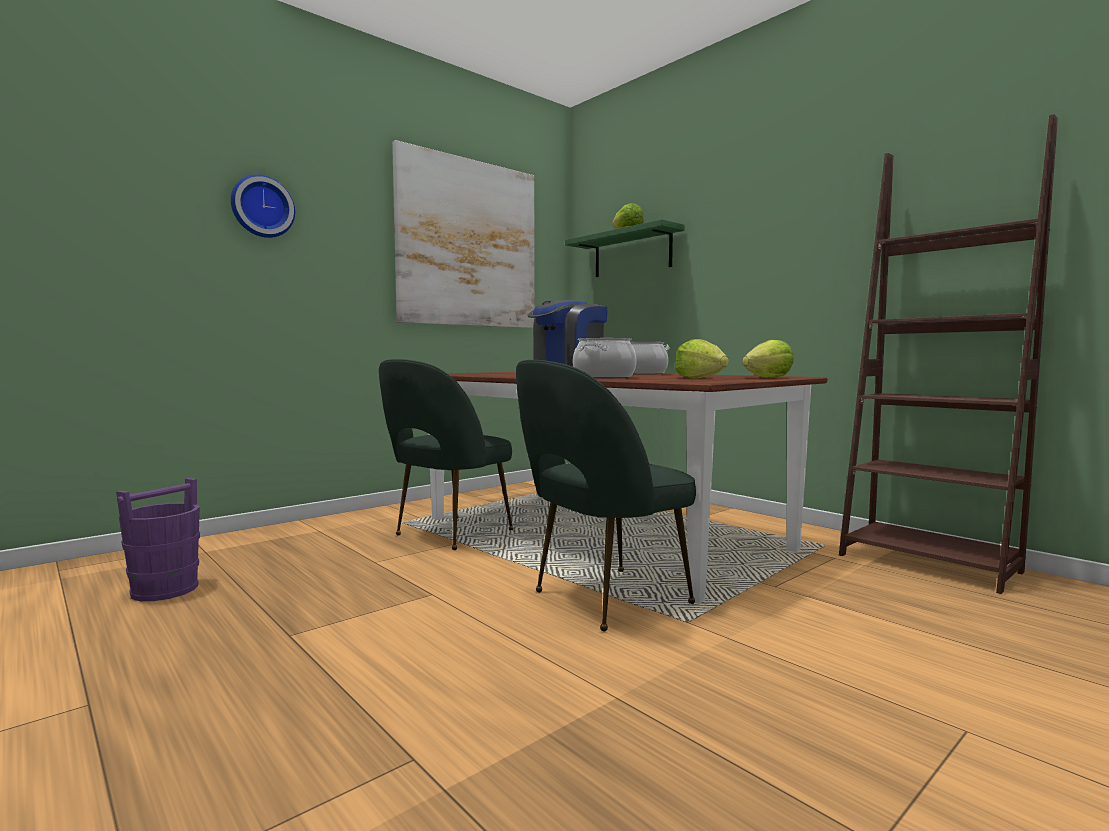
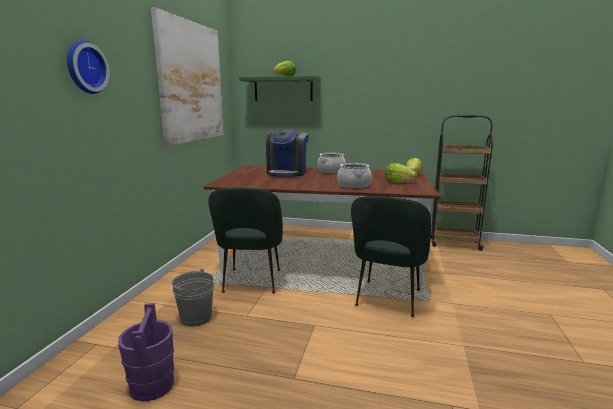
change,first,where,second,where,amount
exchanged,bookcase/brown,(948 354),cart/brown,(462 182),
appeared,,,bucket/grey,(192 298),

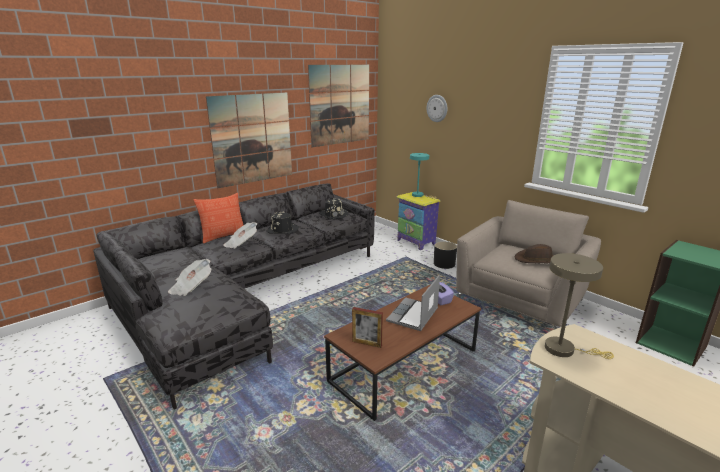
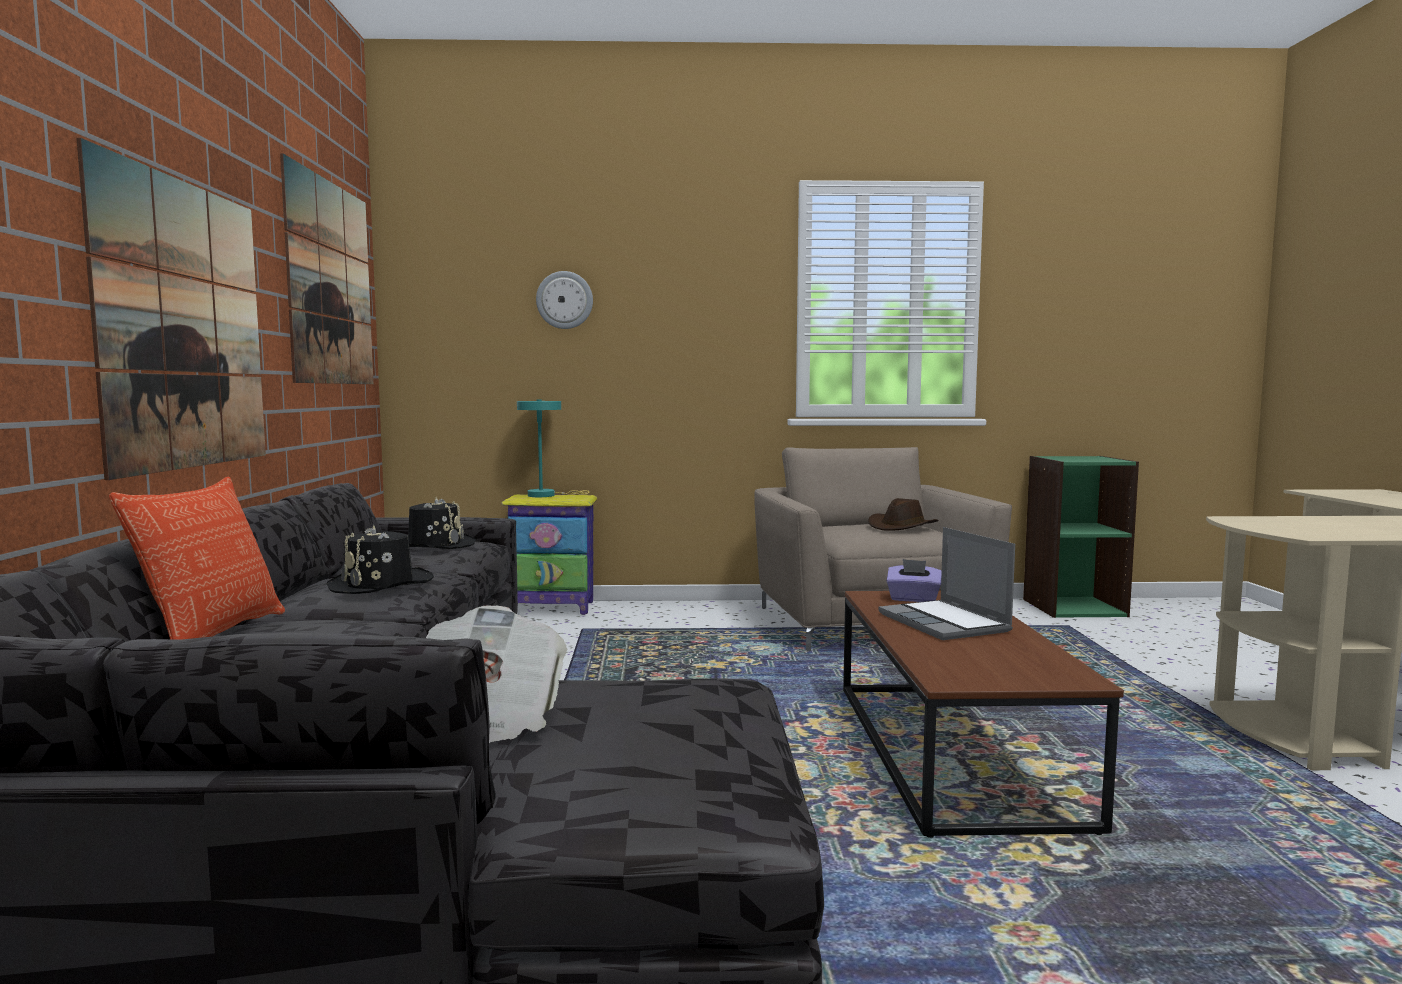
change,first,where,second,where,amount
missing,newspaper,(240 235),,,
missing,planter/black,(445 255),,,
missing,table lamp/beige,(579 306),,,
missing,picture frame,(367 327),,,

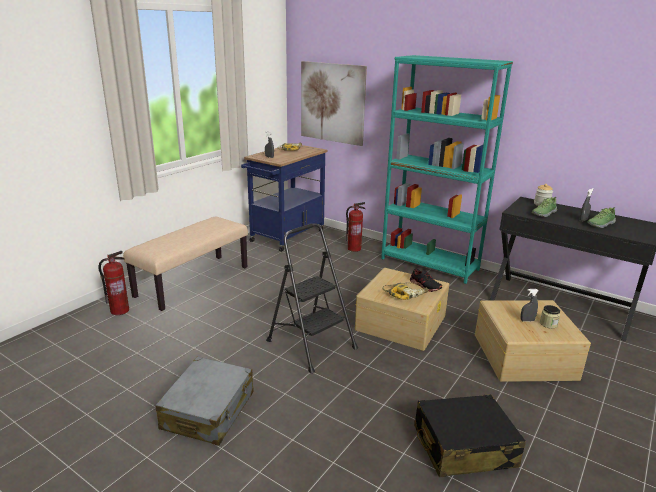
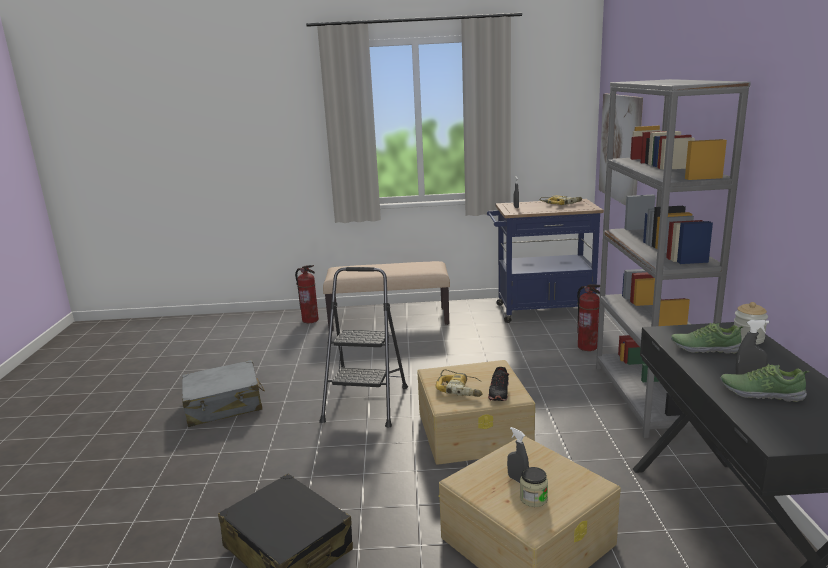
change,first,where,second,where,amount
colour,bookcase/turquoise,(447 169),bookcase/grey,(673 258),

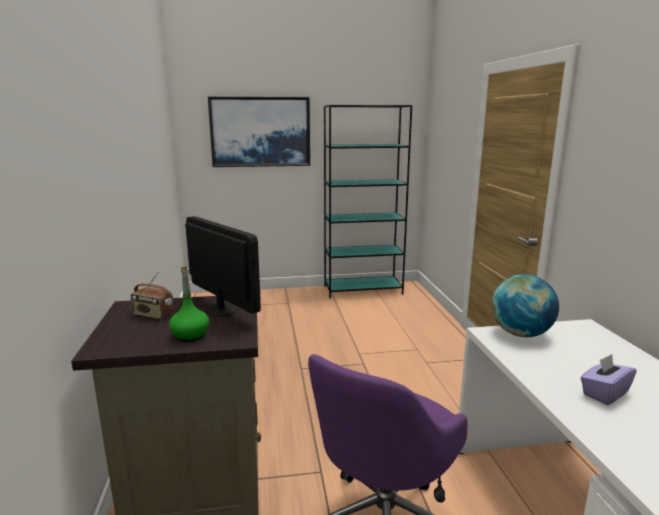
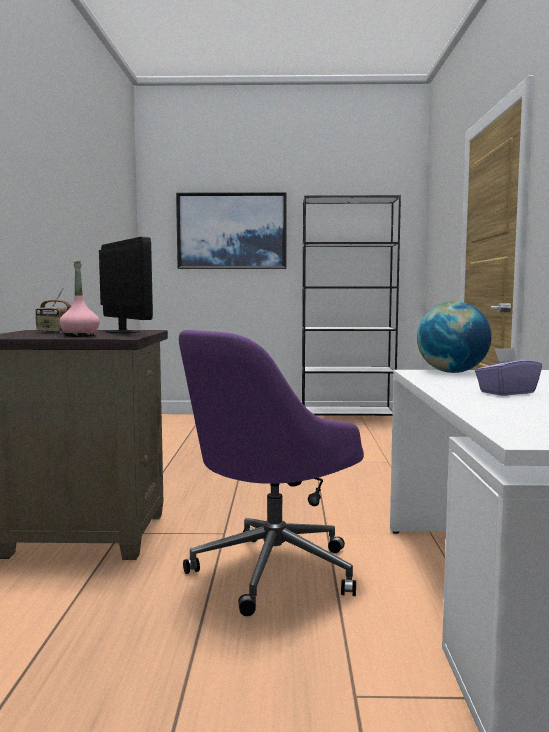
change,first,where,second,where,amount
colour,bookcase/turquoise,(368 201),bookcase/white,(351 305),
colour,bottle/green,(189 303),bottle/pink,(79 299),

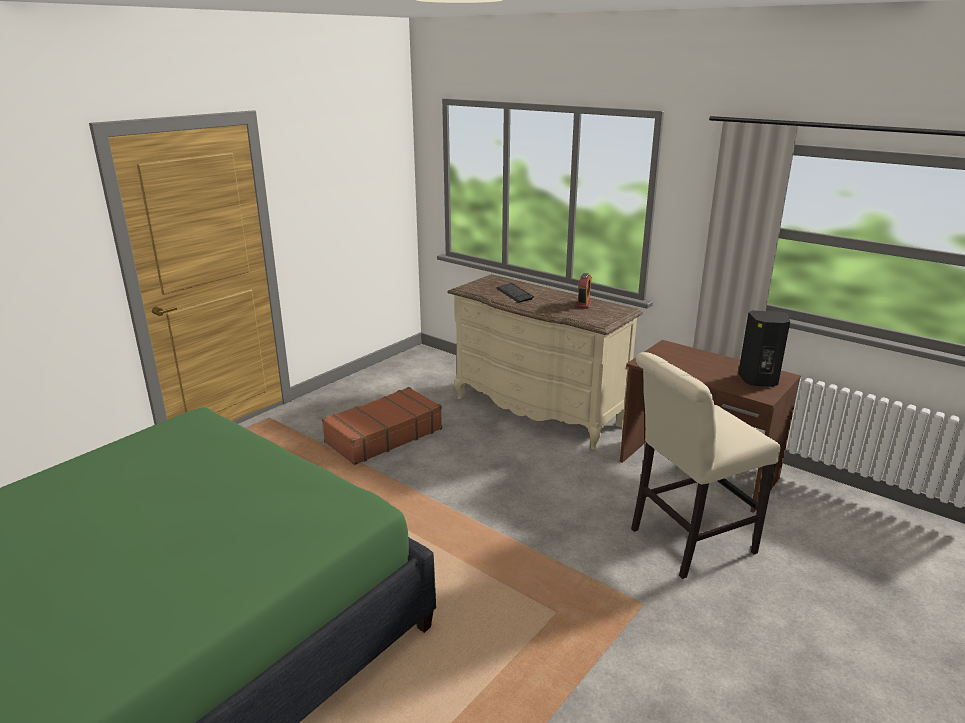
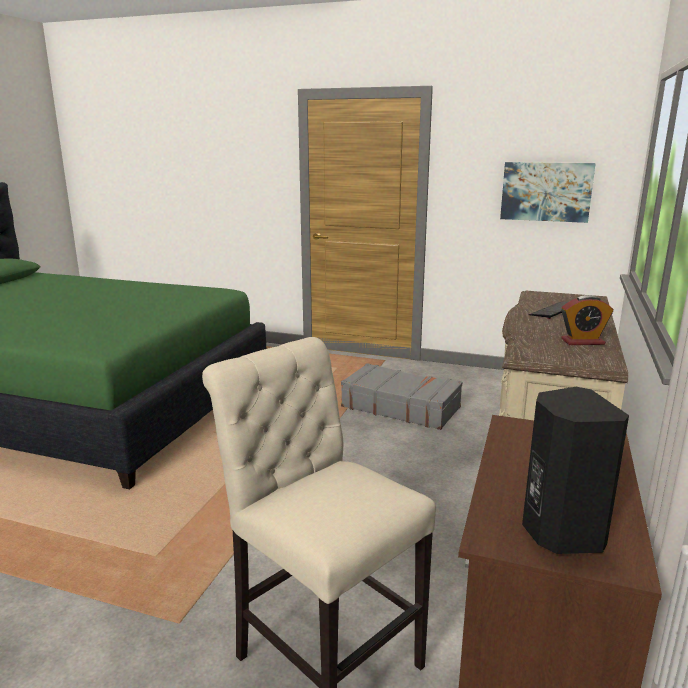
change,first,where,second,where,amount
colour,suitcase/brown,(382 426),suitcase/grey,(401 396),
appeared,,,picture,(548 192),

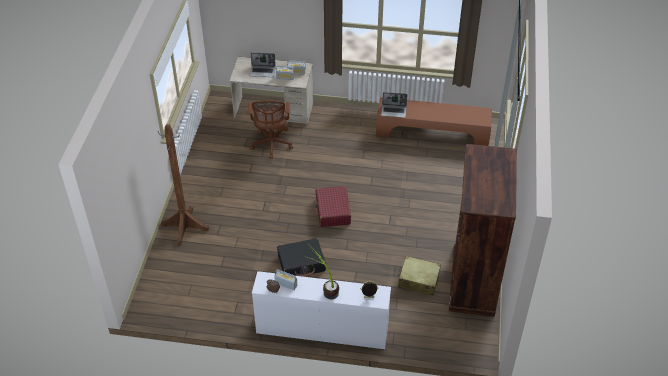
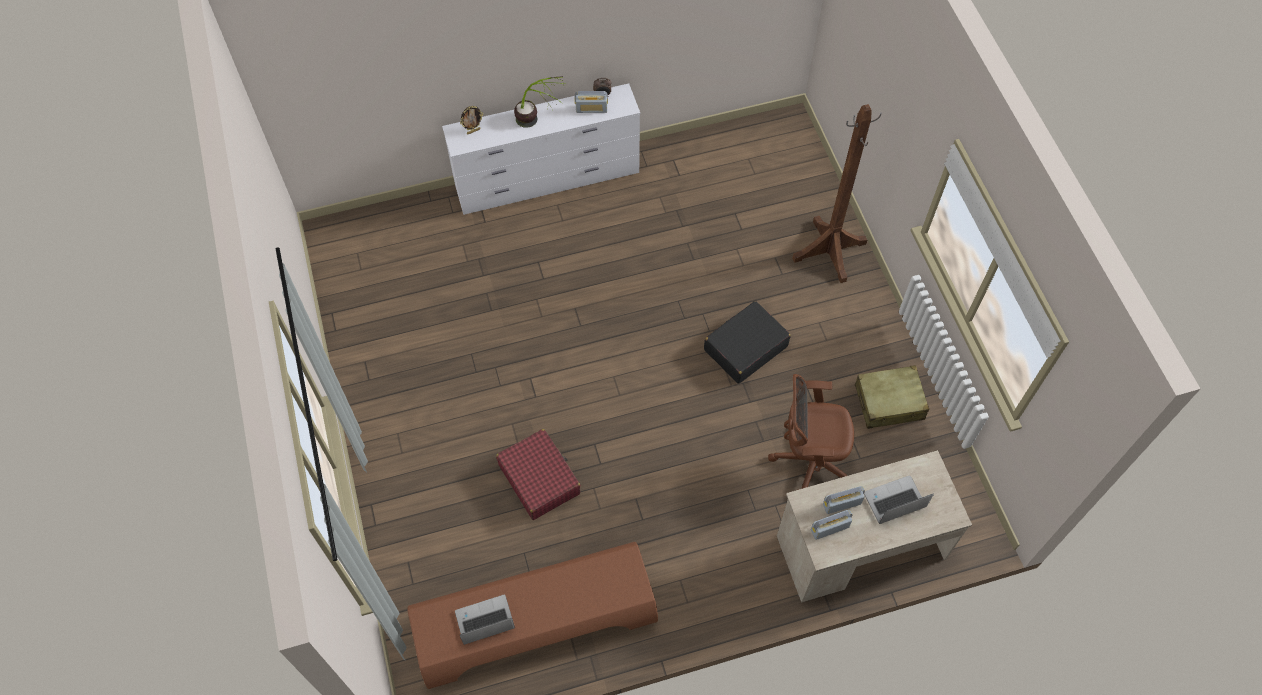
change,first,where,second,where,amount
relocated,laptop,(394 105),,(485 620),
spun,office chair/brown,(270 129),,(811 432),60 degrees counterclockwise
missing,wardrobe/brown,(483 230),,,
relocated,suitcase/red,(333 206),,(538 474),
relocated,suitcase/black,(301 257),,(747 342),
relocated,suitcase/beige,(419 276),,(892 397),

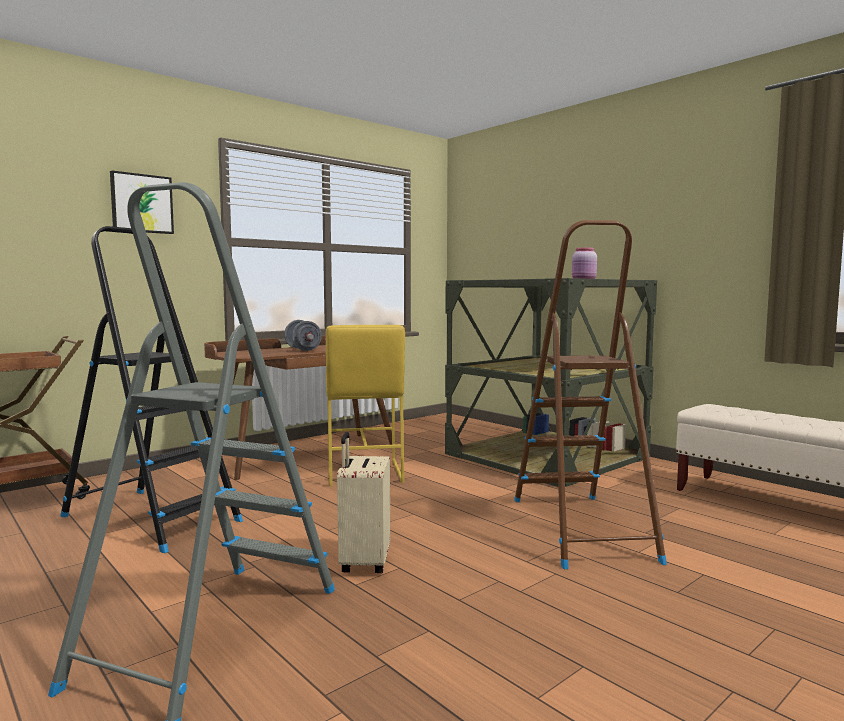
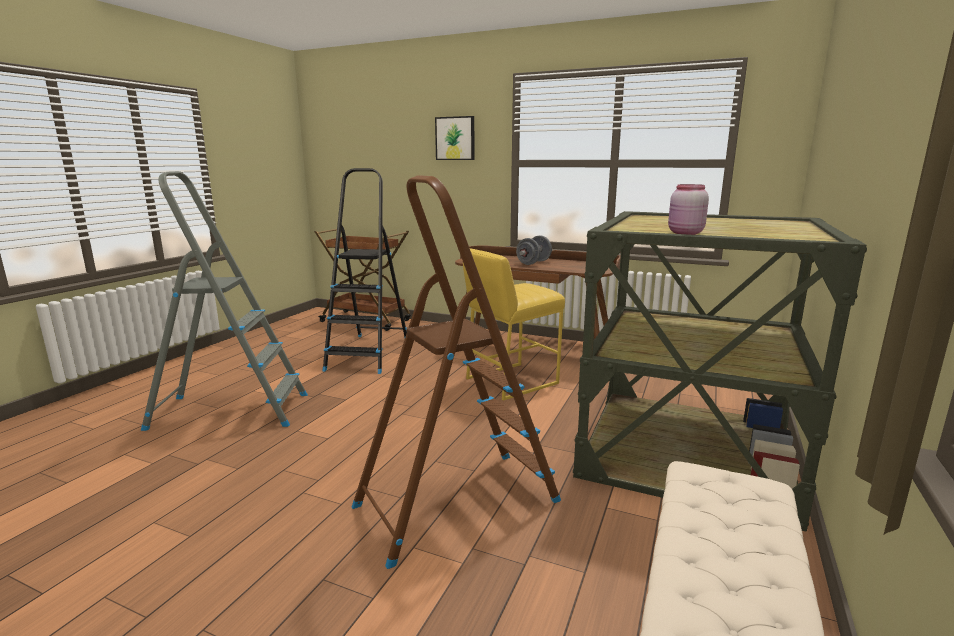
change,first,where,second,where,amount
missing,suitcase/beige,(363 502),,,

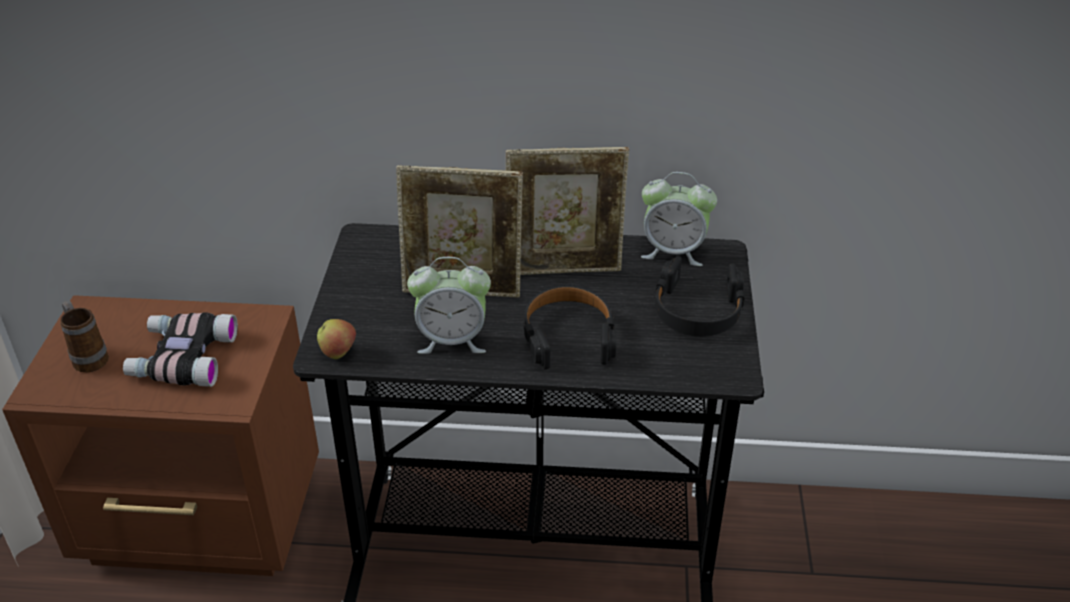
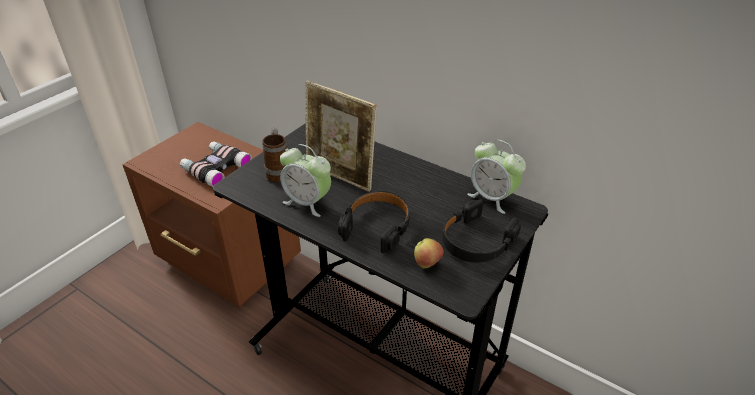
change,first,where,second,where,amount
missing,picture frame,(567 211),,,
relocated,mug,(84 337),,(274 155),
relocated,apple,(336 339),,(429 253),

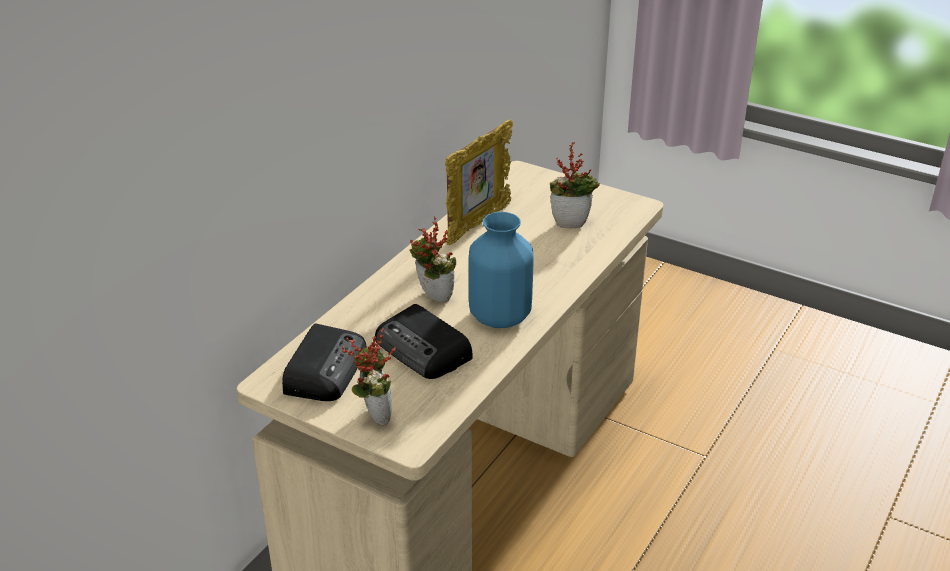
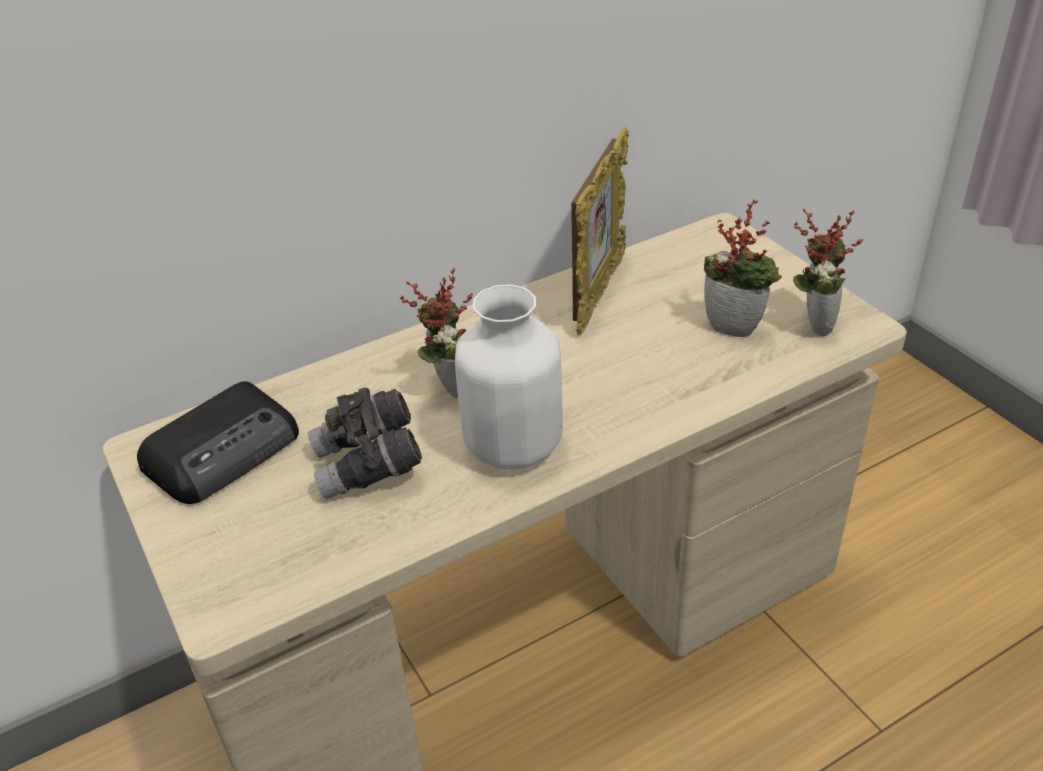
change,first,where,second,where,amount
spun,picture frame,(479 182),,(600 231),45 degrees counterclockwise
colour,vase/blue,(501 270),vase/white,(509 377),
exchanged,radio,(424 341),binoculars/grey,(365 443),
relocated,potted plant,(368 377),,(828 272),

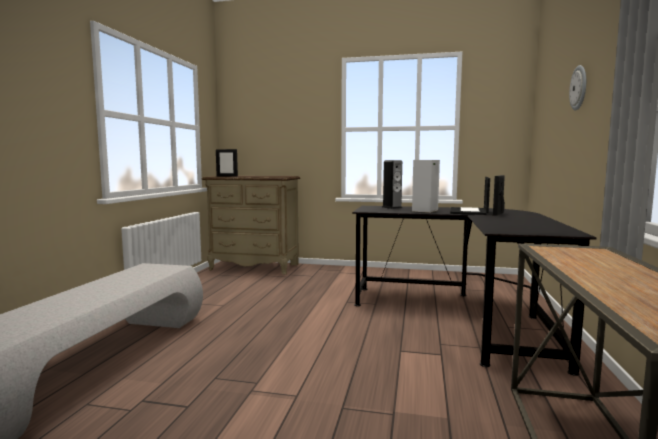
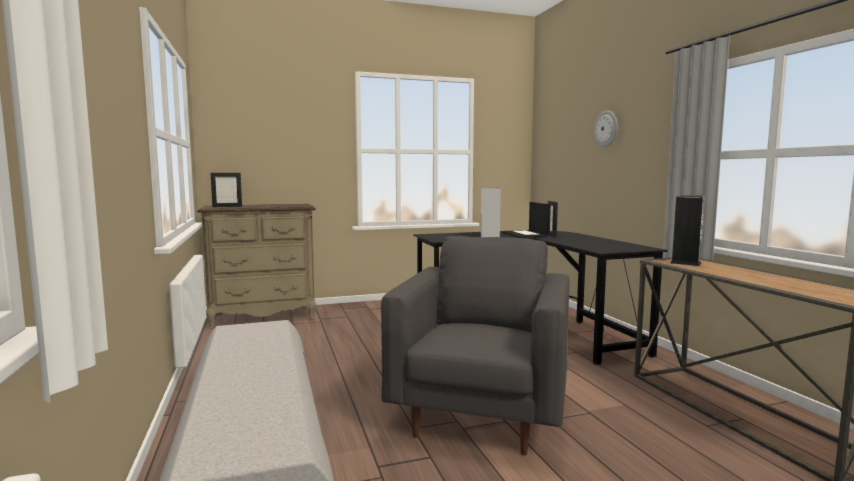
change,first,where,second,where,amount
relocated,speaker,(392 184),,(687 230),
appeared,,,armchair/grey,(475 345),

